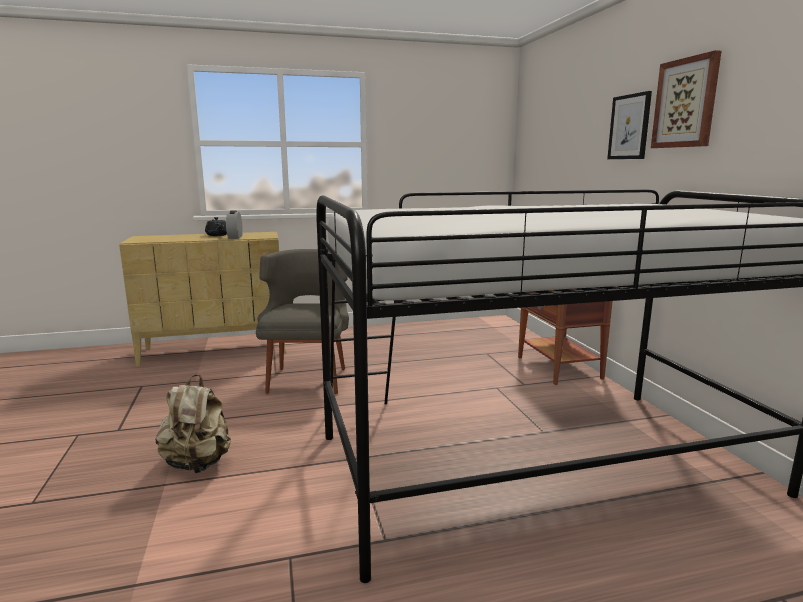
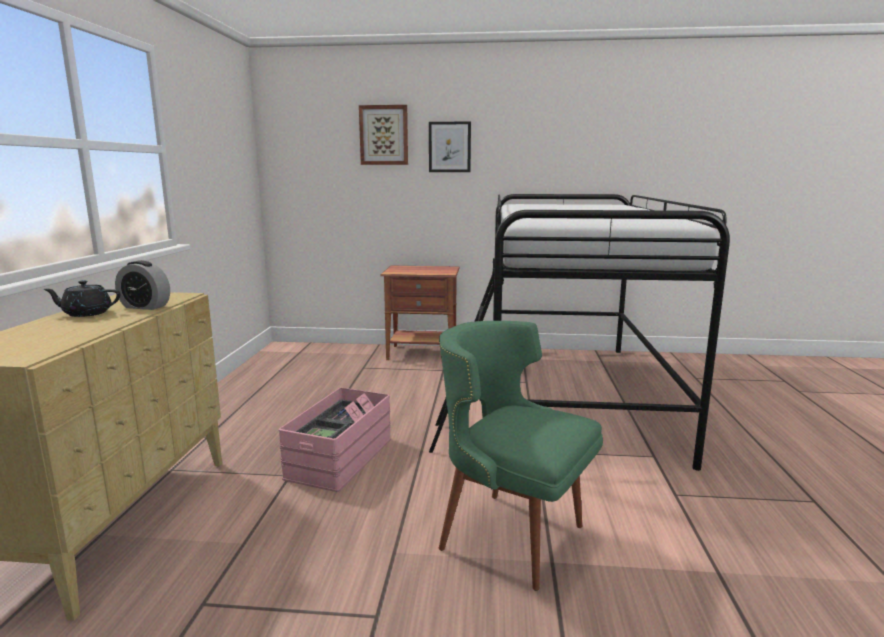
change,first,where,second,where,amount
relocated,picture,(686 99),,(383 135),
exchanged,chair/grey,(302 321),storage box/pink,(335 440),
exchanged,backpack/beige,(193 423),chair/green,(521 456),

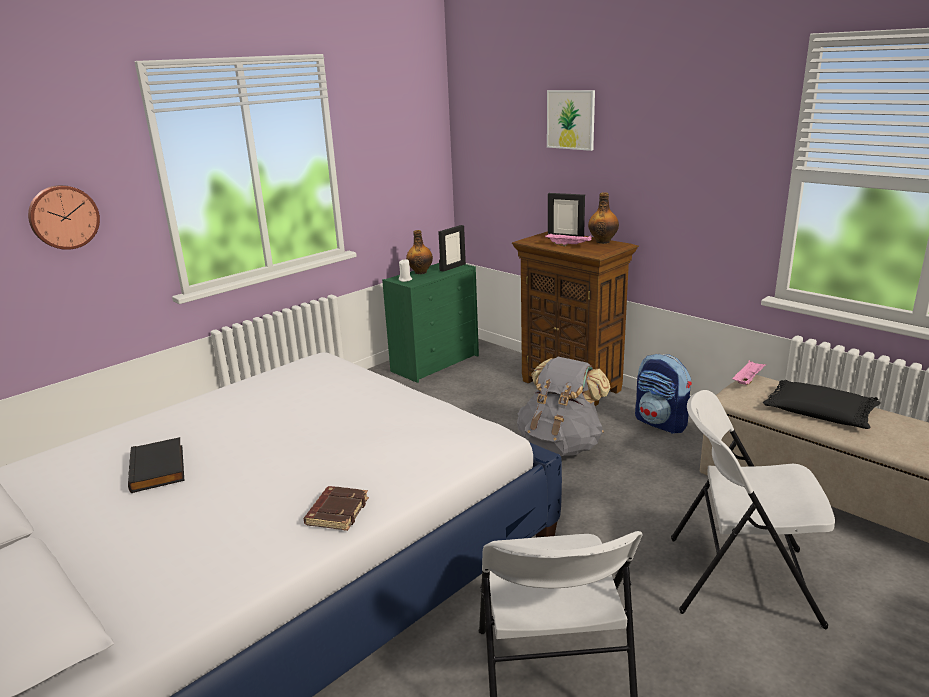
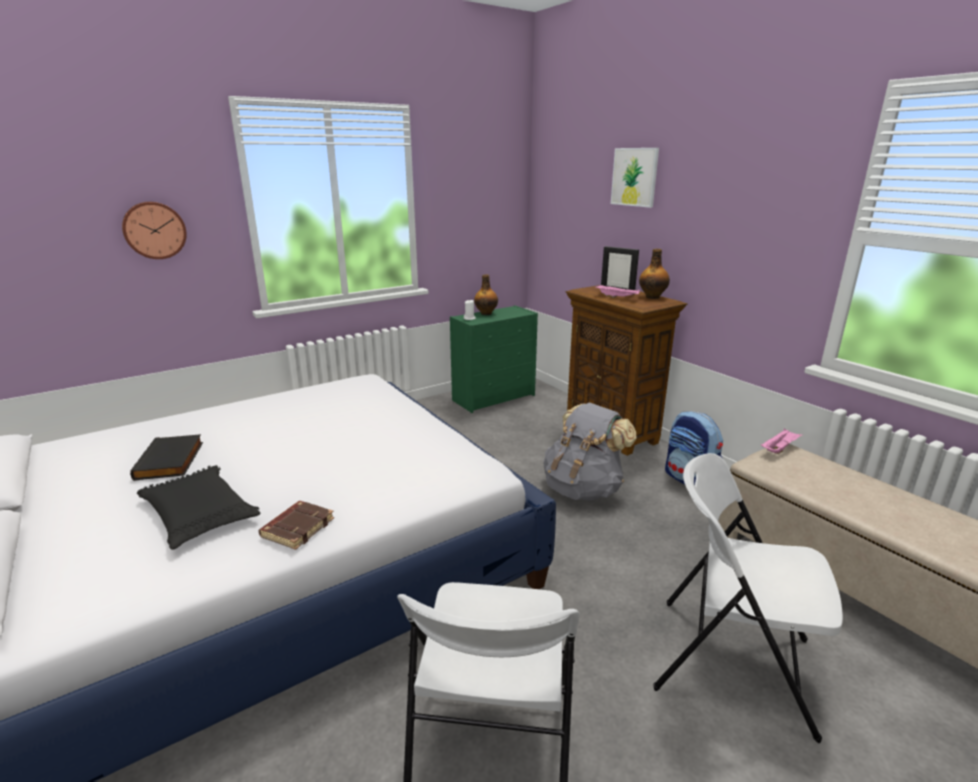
change,first,where,second,where,amount
missing,picture frame,(452 248),,,
relocated,pillow/black,(822 404),,(198 507),

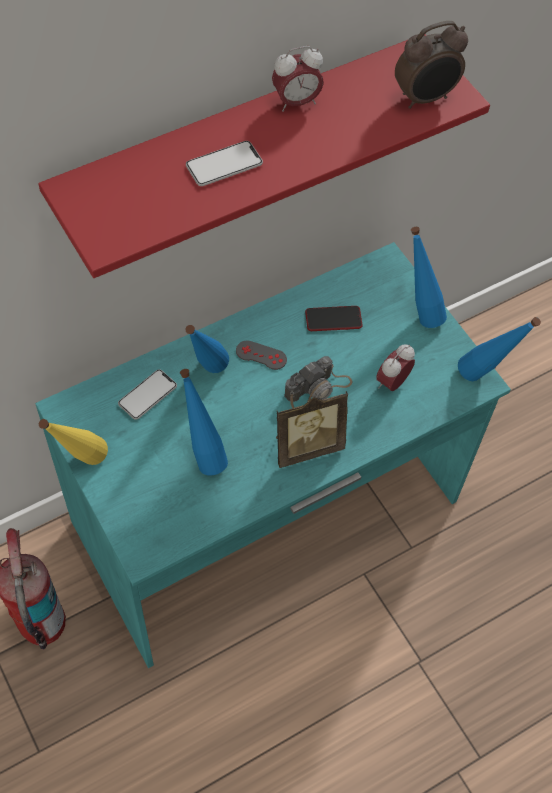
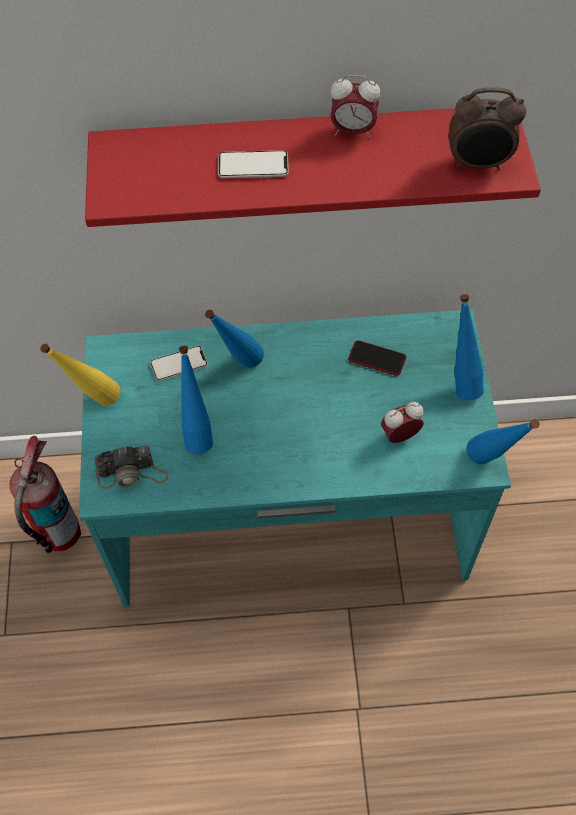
change,first,where,second,where,amount
missing,game controller/grey,(261 355),,,
relocated,photo camera,(318 382),,(131 467),
missing,picture frame,(312 429),,,

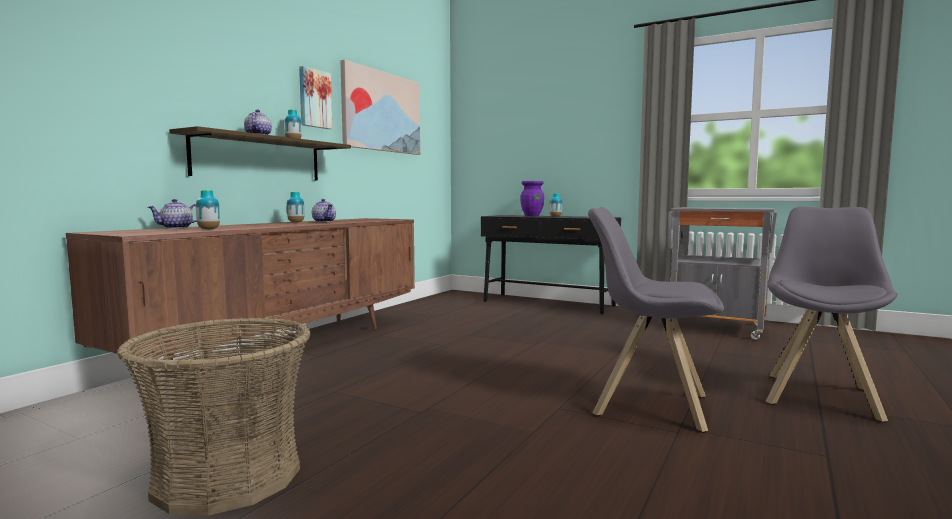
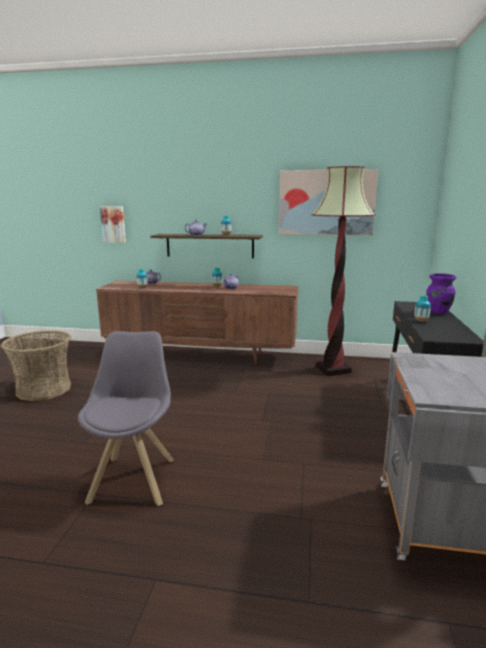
change,first,where,second,where,amount
relocated,picture,(316 97),,(112 224),
missing,chair/grey,(832 314),,,
appeared,,,floor lamp,(343 271),

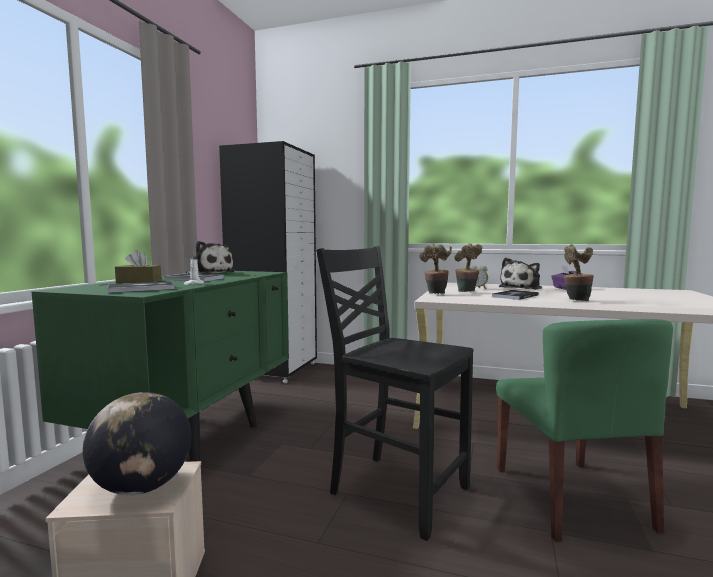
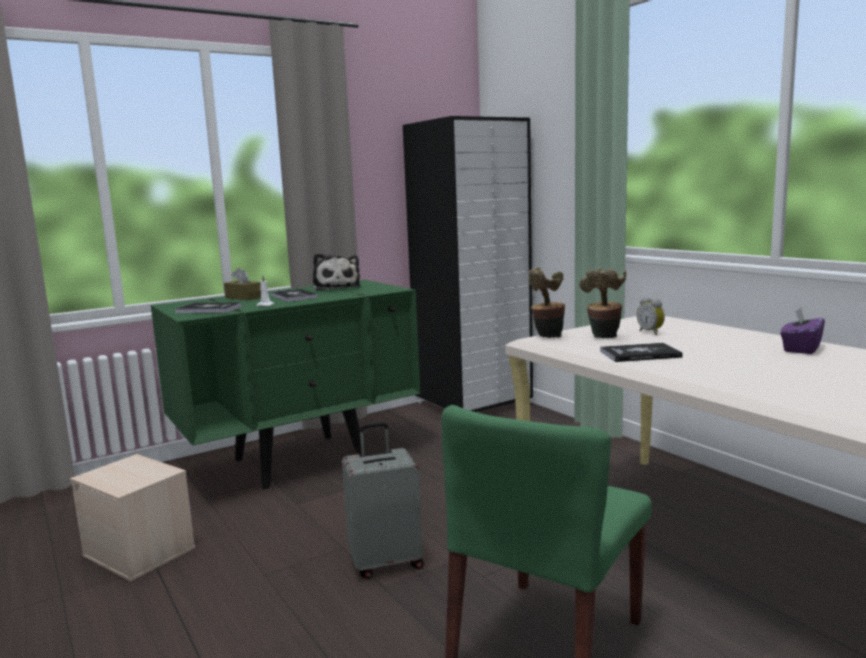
change,first,where,second,where,amount
missing,potted plant,(579 272),,,
exchanged,chair/black,(394 393),suitcase/grey,(383 500),
missing,plush toy,(520 274),,,
missing,globe,(137 443),,,

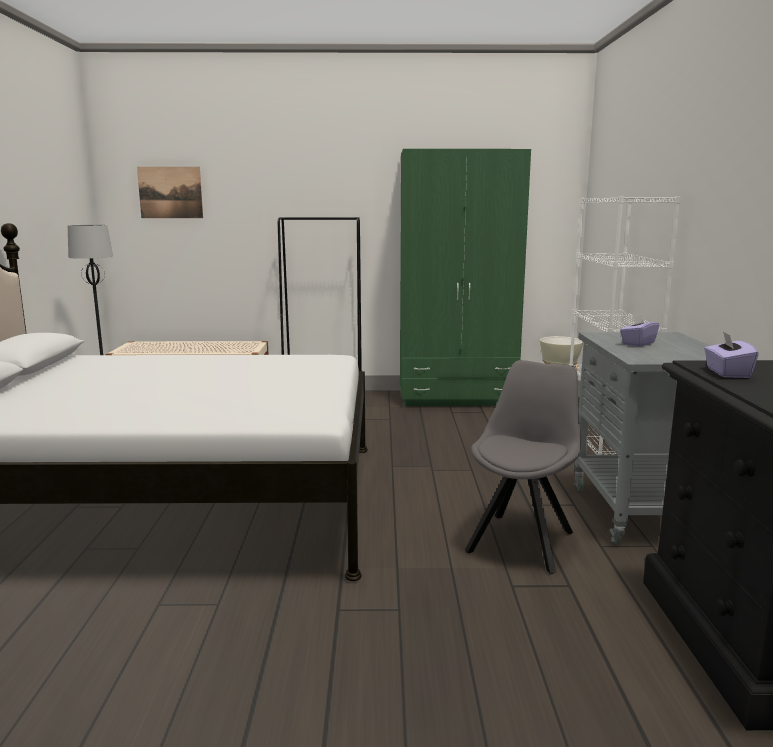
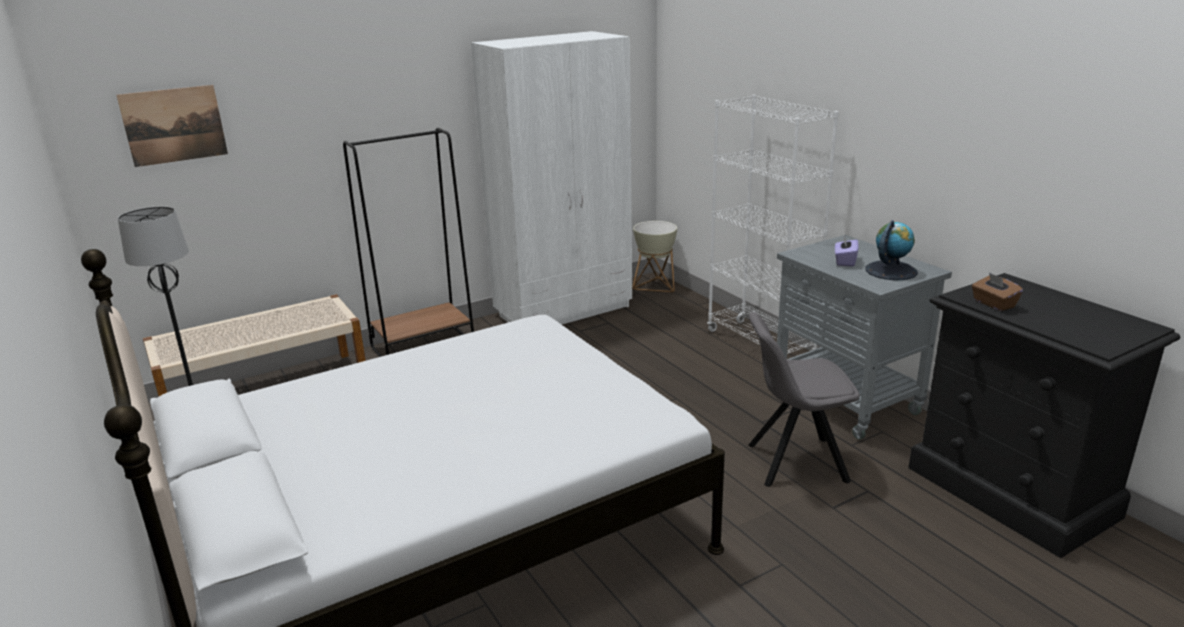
change,first,where,second,where,amount
colour,wardrobe/green,(465 278),wardrobe/white,(551 178),
colour,tissue box/purple,(731 354),tissue box/brown,(997 291),
spun,chair/grey,(523 467),,(804 399),90 degrees counterclockwise
appeared,,,globe,(891 250),

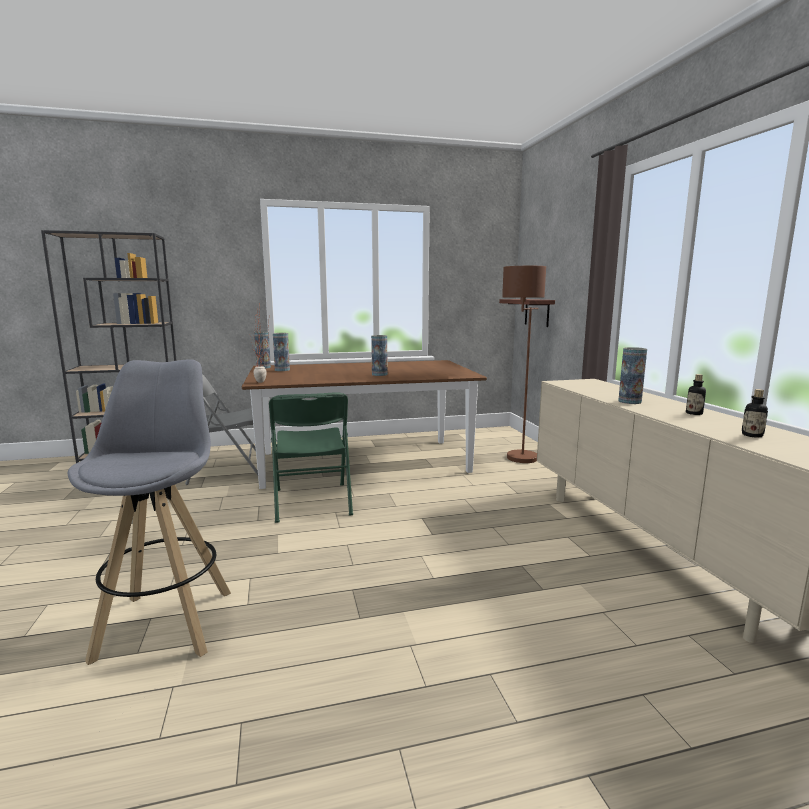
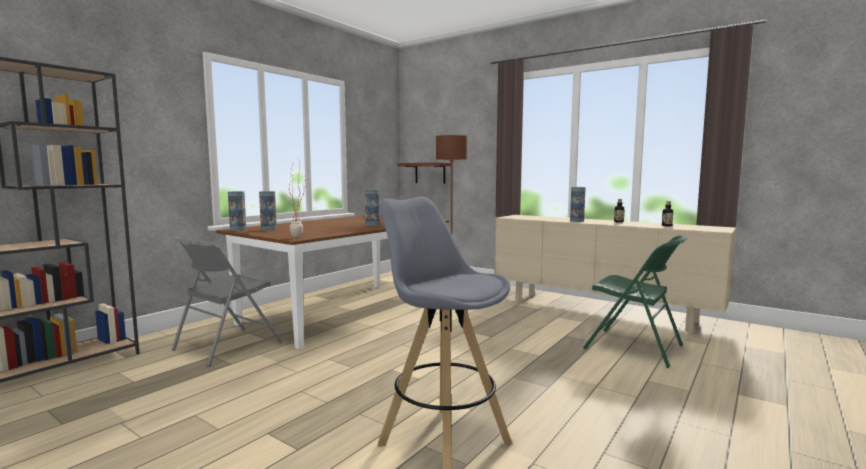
change,first,where,second,where,amount
relocated,chair/green,(311 457),,(635 301),

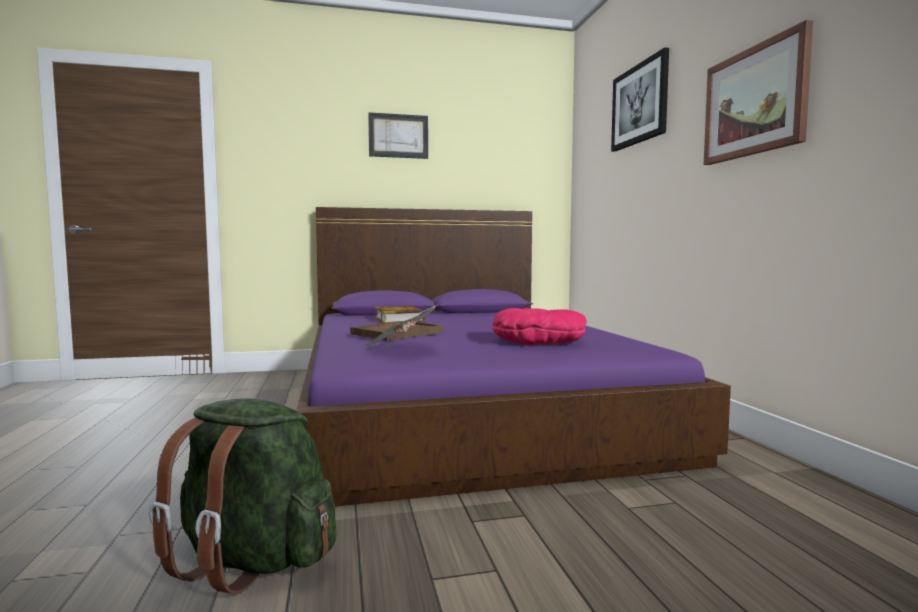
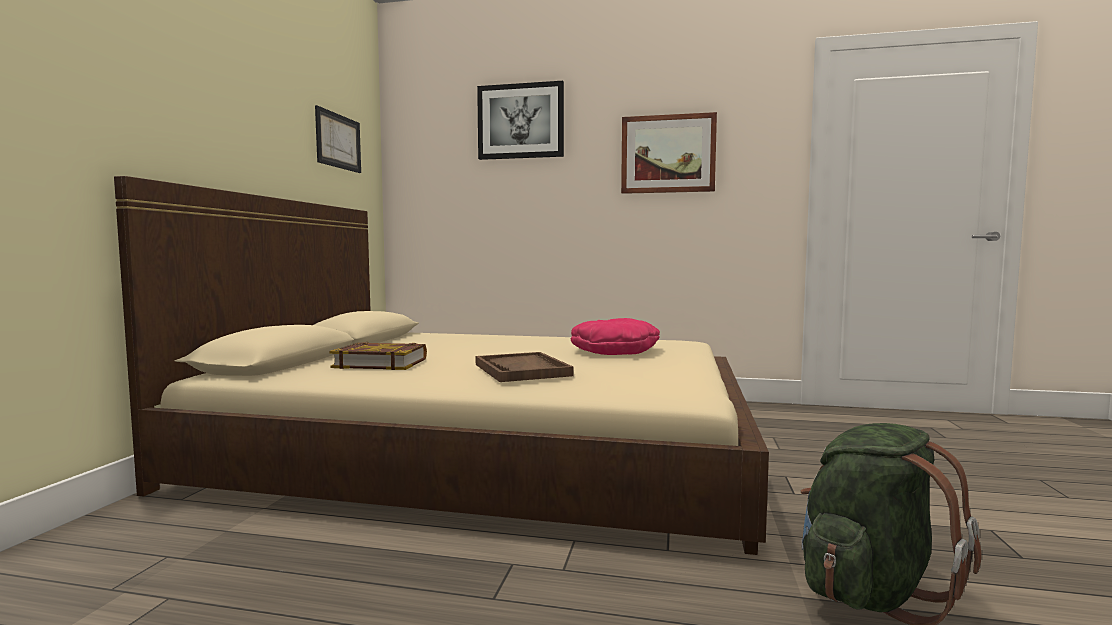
change,first,where,second,where,amount
relocated,picture,(398 135),,(338 139),
colour,bed/purple,(513 357),bed/beige,(441 365),
missing,newspaper,(400 326),,,

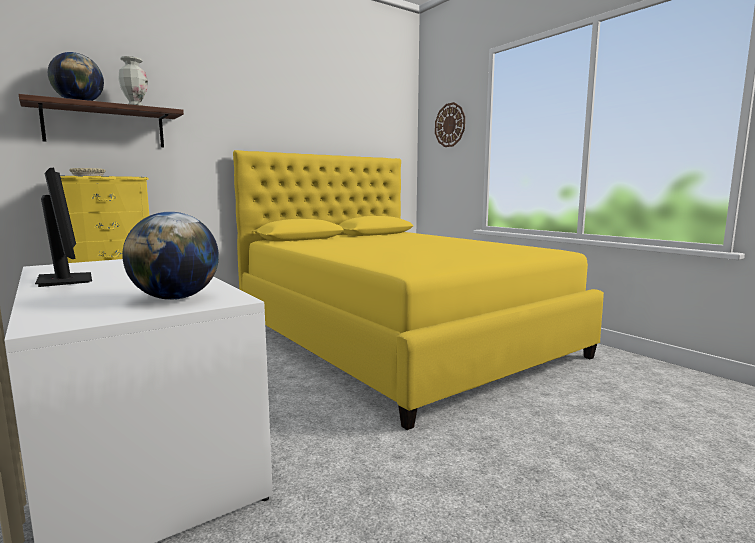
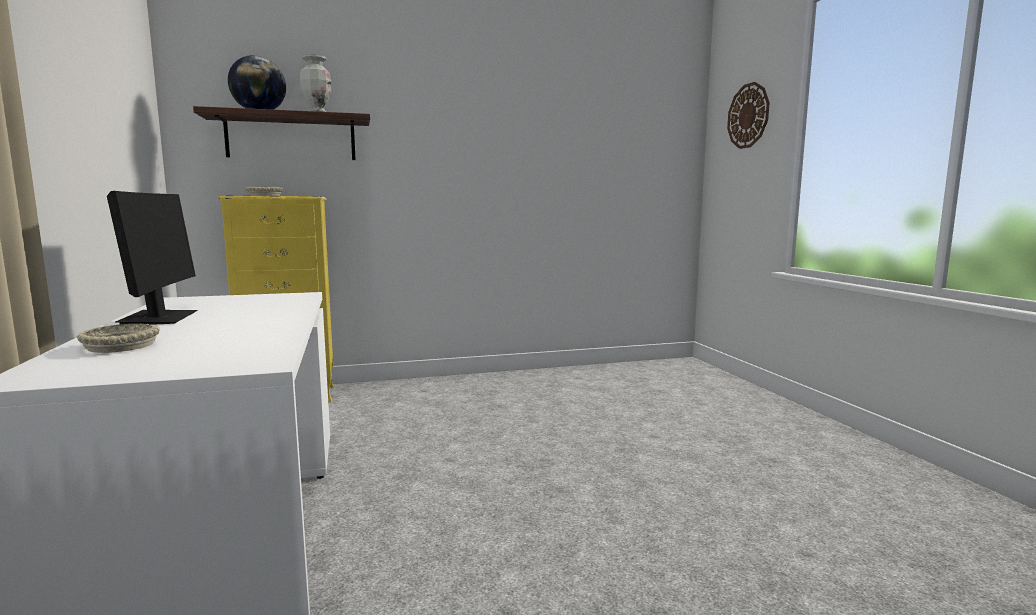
change,first,where,second,where,amount
missing,bed/yellow,(418 290),,,
missing,globe,(170 256),,,
appeared,,,bowl/beige,(118 338),

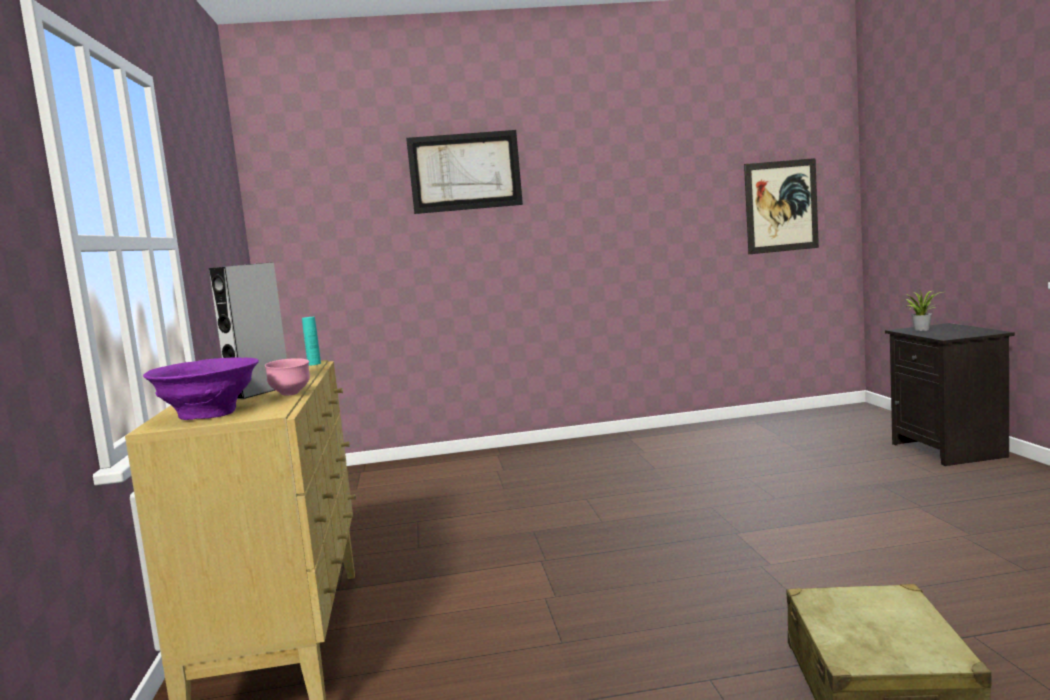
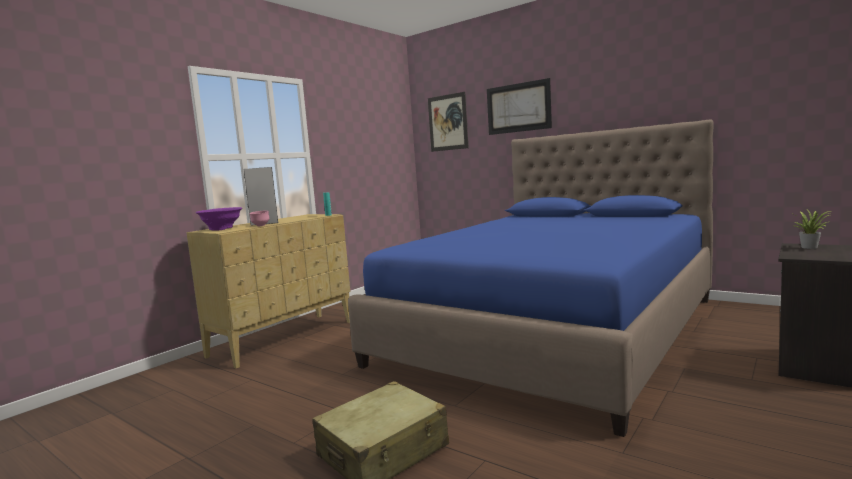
change,first,where,second,where,amount
relocated,picture,(781 206),,(448 122),
appeared,,,bed/blue,(530 278),

